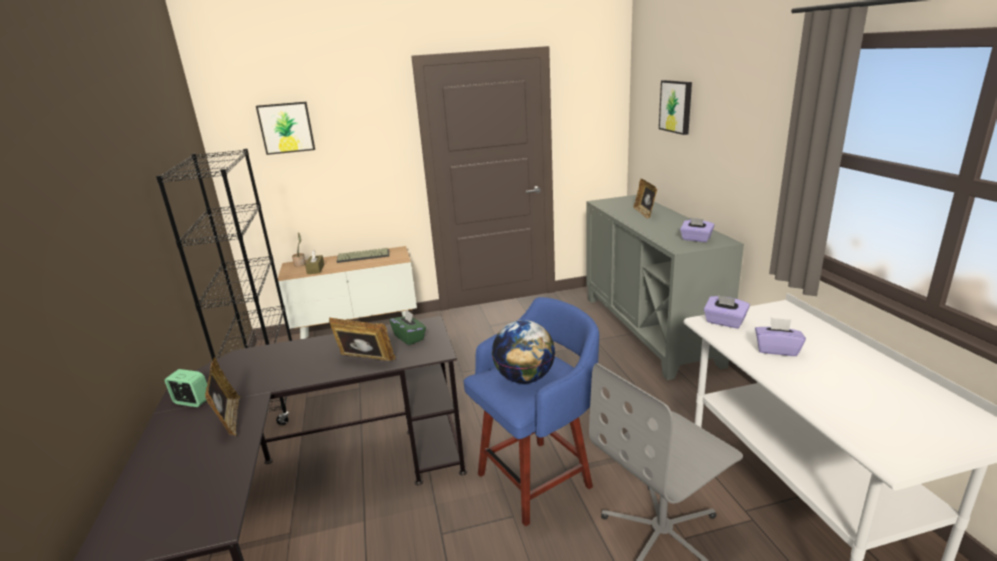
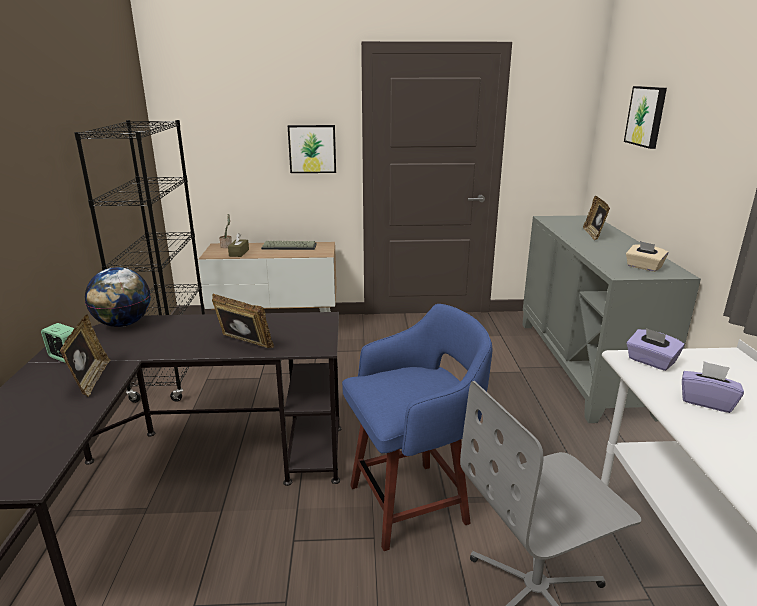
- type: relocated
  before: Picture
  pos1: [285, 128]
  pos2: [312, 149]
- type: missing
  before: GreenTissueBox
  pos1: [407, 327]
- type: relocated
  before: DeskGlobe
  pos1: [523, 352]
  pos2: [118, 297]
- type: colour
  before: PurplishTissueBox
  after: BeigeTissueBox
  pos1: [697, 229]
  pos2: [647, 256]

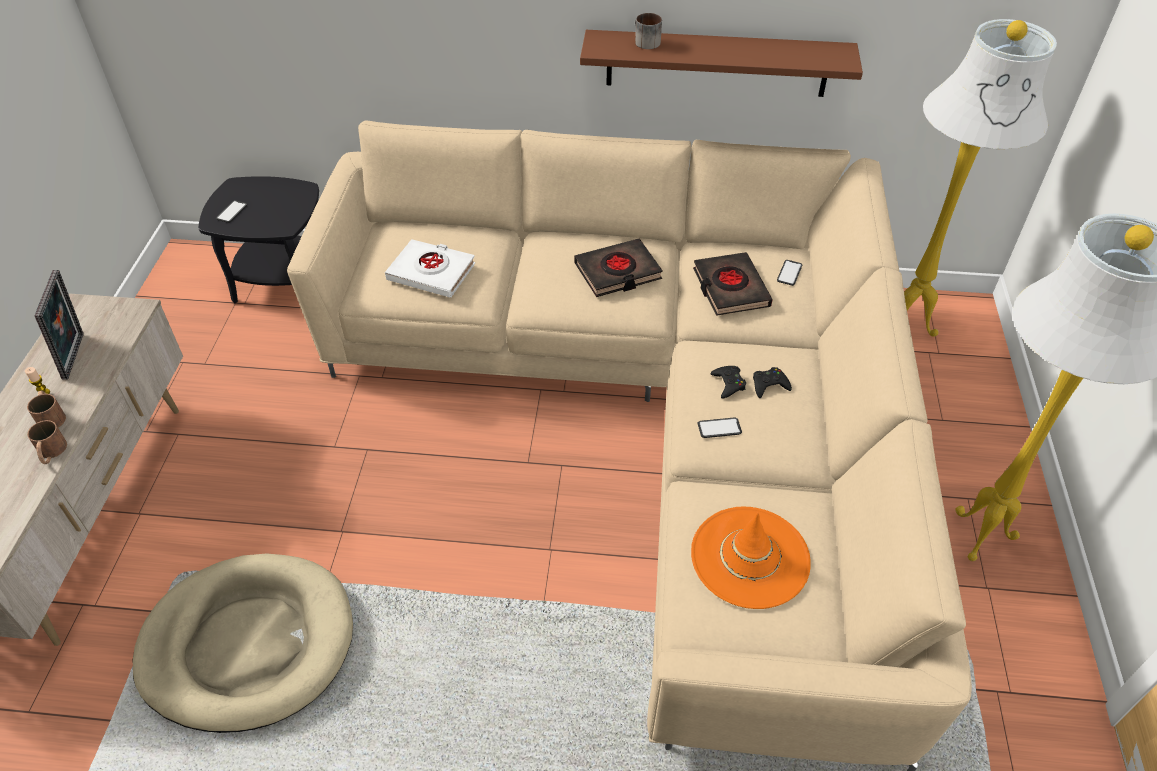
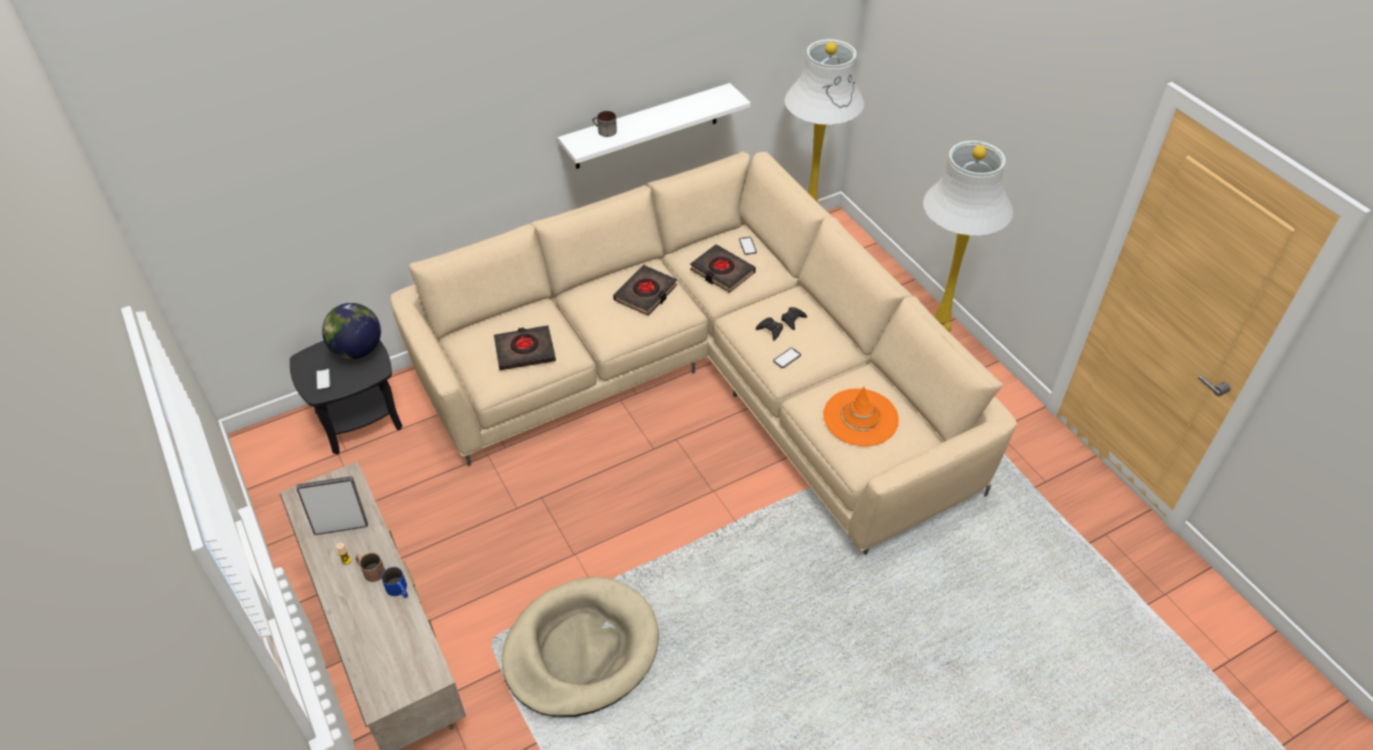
- type: colour
  before: BrownTeaMug
  after: BlueTeaMug
  pos1: [47, 442]
  pos2: [394, 582]
- type: spun
  before: PhotoFrame
  pos1: [59, 325]
  pos2: [332, 505]
  turn: -60
- type: colour
  before: WhitishVolume
  after: BlackishVolume
  pos1: [430, 268]
  pos2: [525, 347]
- type: colour
  before: BrownShelf
  after: WhitishShelf
  pos1: [721, 63]
  pos2: [654, 126]
- type: appeared
  after: DeskGlobe
  pos2: [351, 331]

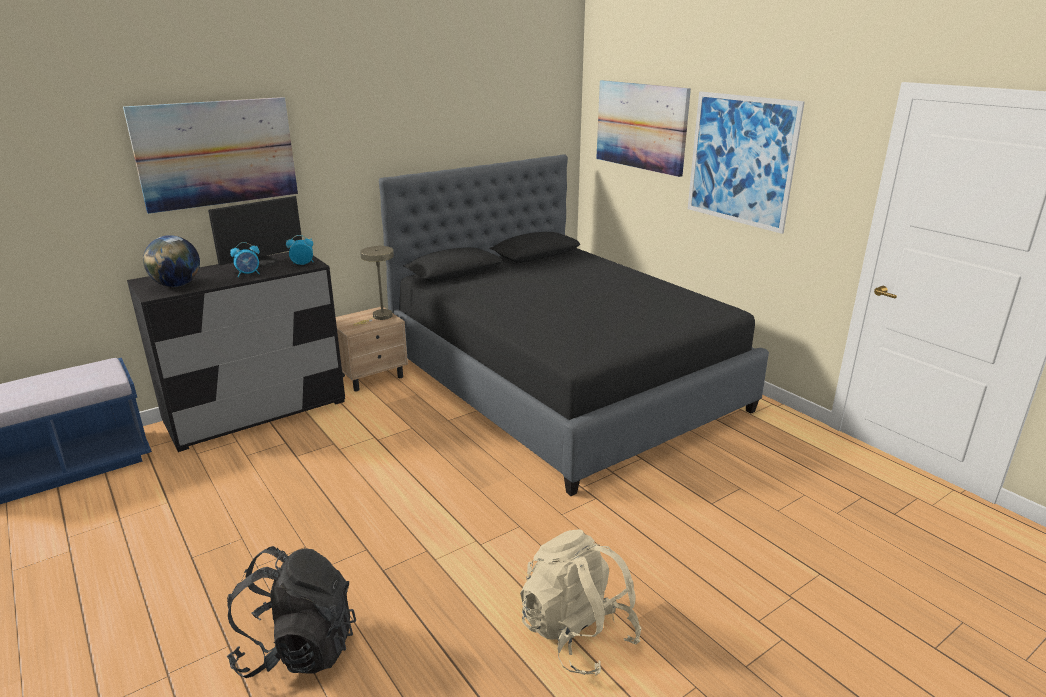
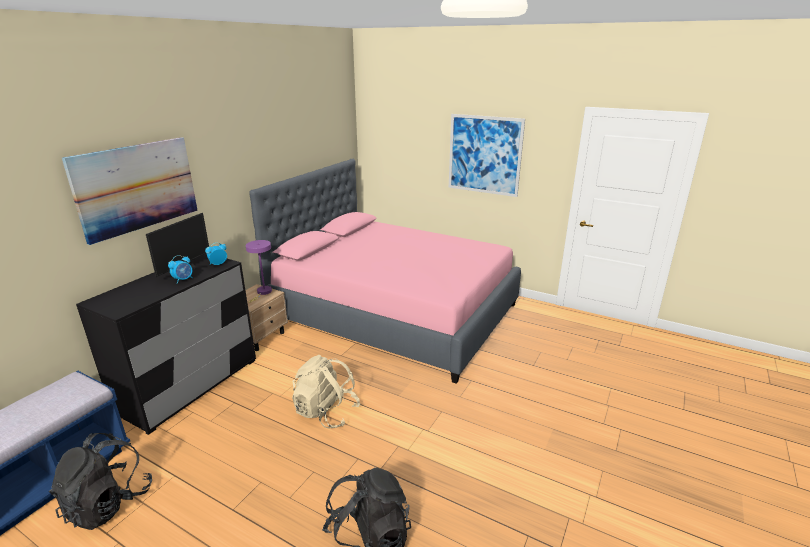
- type: missing
  before: DeskGlobe
  pos1: [171, 261]
- type: colour
  before: BeigeTableLamp
  after: PurplishTableLamp
  pos1: [373, 286]
  pos2: [259, 271]
- type: colour
  before: BlackishBed
  after: PinkishBed
  pos1: [574, 325]
  pos2: [385, 271]
- type: relocated
  before: BeigeKnapsack
  pos1: [580, 602]
  pos2: [326, 392]
- type: missing
  before: Picture
  pos1: [643, 128]
- type: appeared
  after: BlackishKnapsack
  pos2: [100, 481]

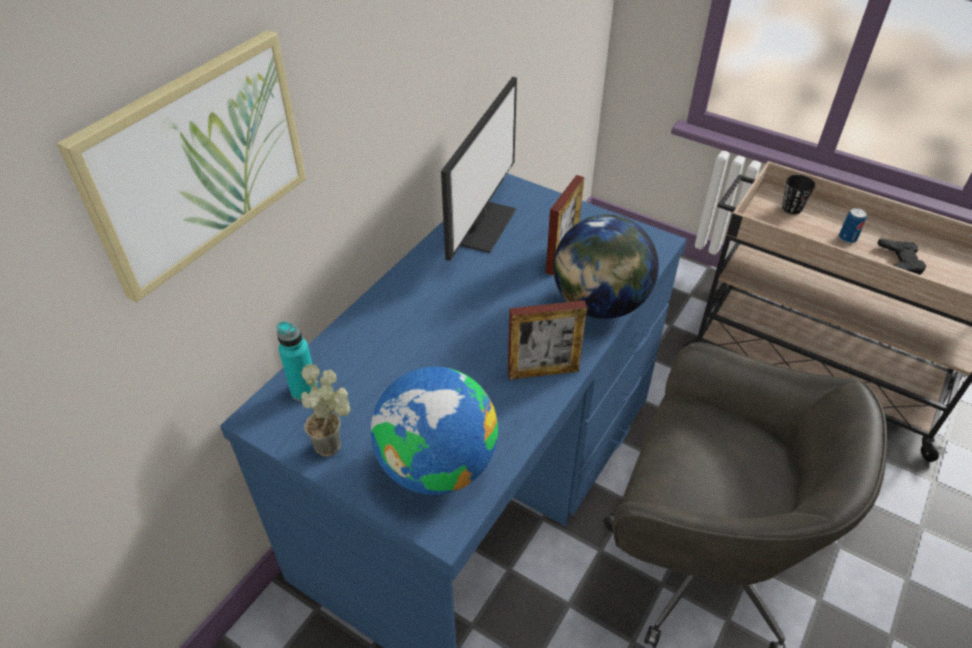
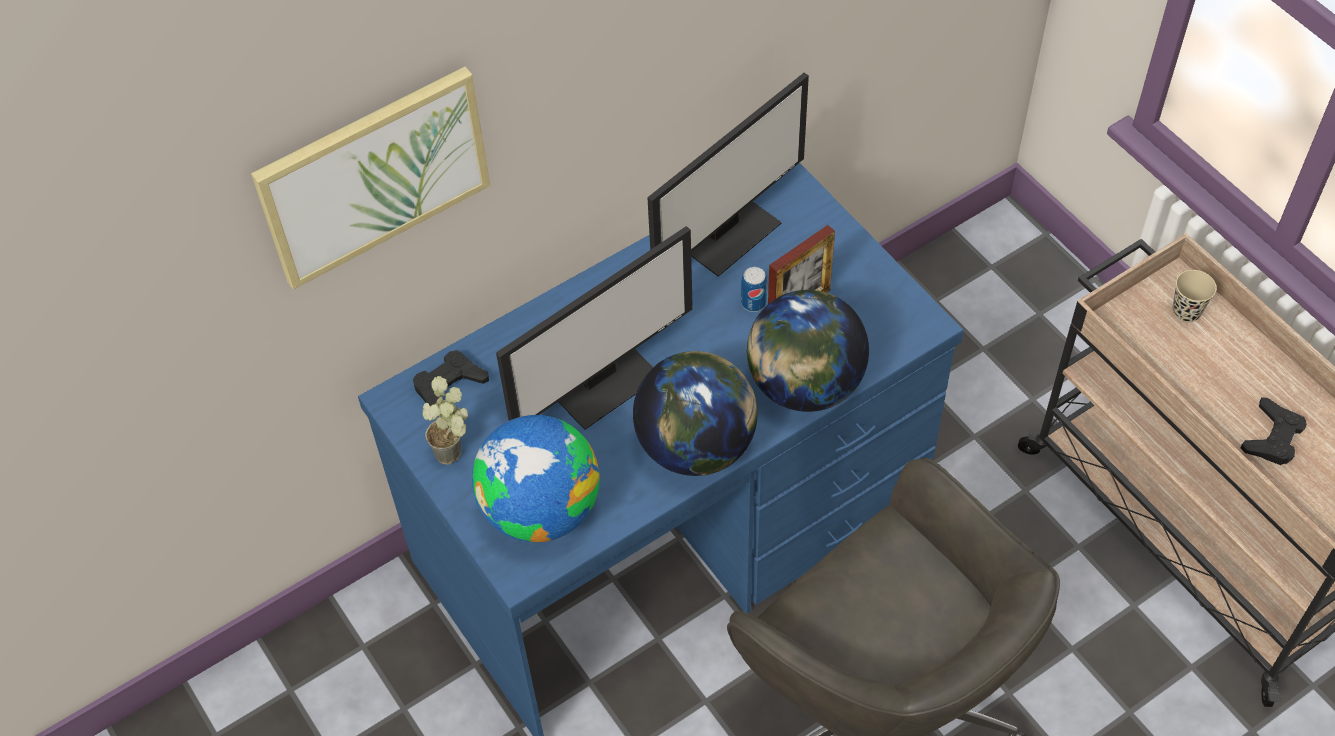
- type: exchanged
  before: TurquoiseDrinkBottle
  after: BlackishGamepad
  pos1: [297, 361]
  pos2: [451, 378]
- type: exchanged
  before: PhotoFrame
  after: DeskGlobe
  pos1: [547, 340]
  pos2: [695, 413]
- type: colour
  before: BlackishDrinkingCup
  after: BeigeDrinkingCup
  pos1: [799, 194]
  pos2: [1194, 296]
- type: relocated
  before: MetalCan
  pos1: [853, 225]
  pos2: [754, 289]
- type: appeared
  after: ComputerDisplay
  pos2: [594, 328]

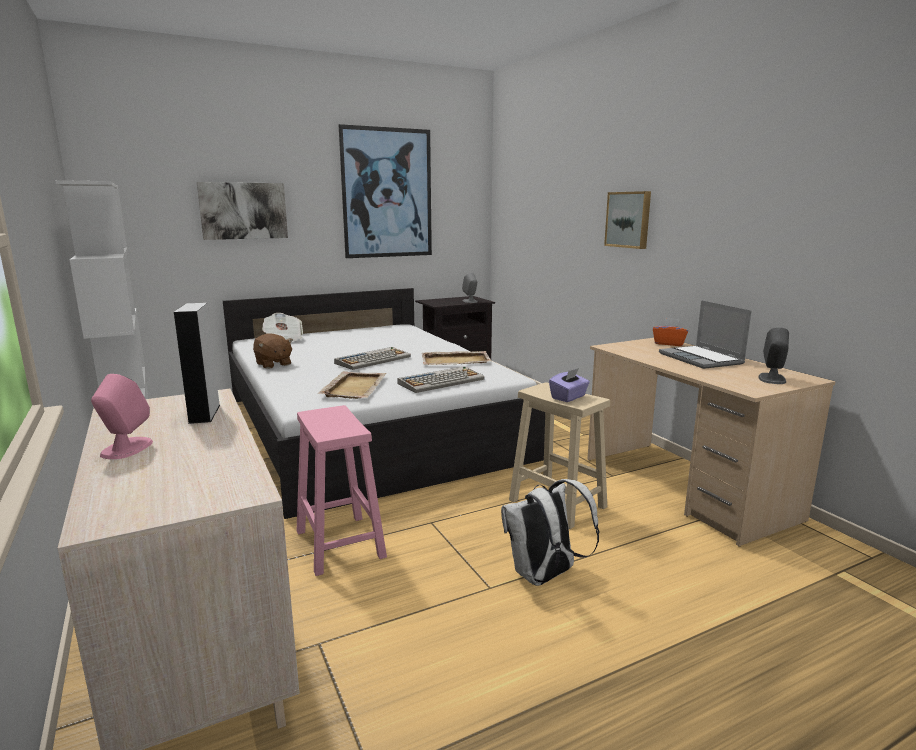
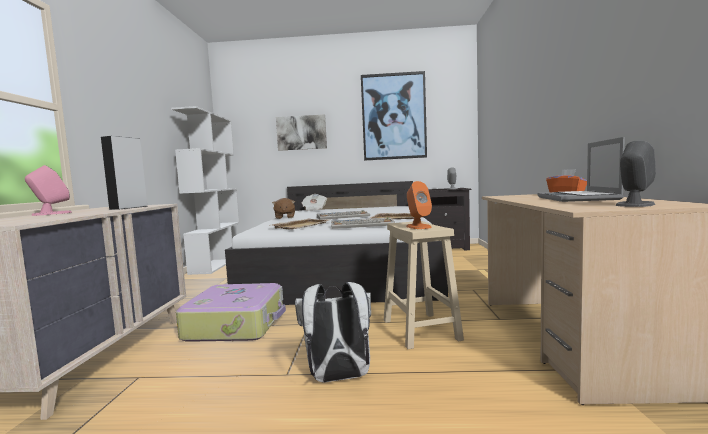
- type: exchanged
  before: PinkishStoolSeat
  after: TravelCase
  pos1: [342, 490]
  pos2: [231, 312]
- type: exchanged
  before: PurplishTissueBox
  after: OrangeColouredLoudspeaker
  pos1: [569, 385]
  pos2: [419, 205]
- type: missing
  before: Picture
  pos1: [627, 220]

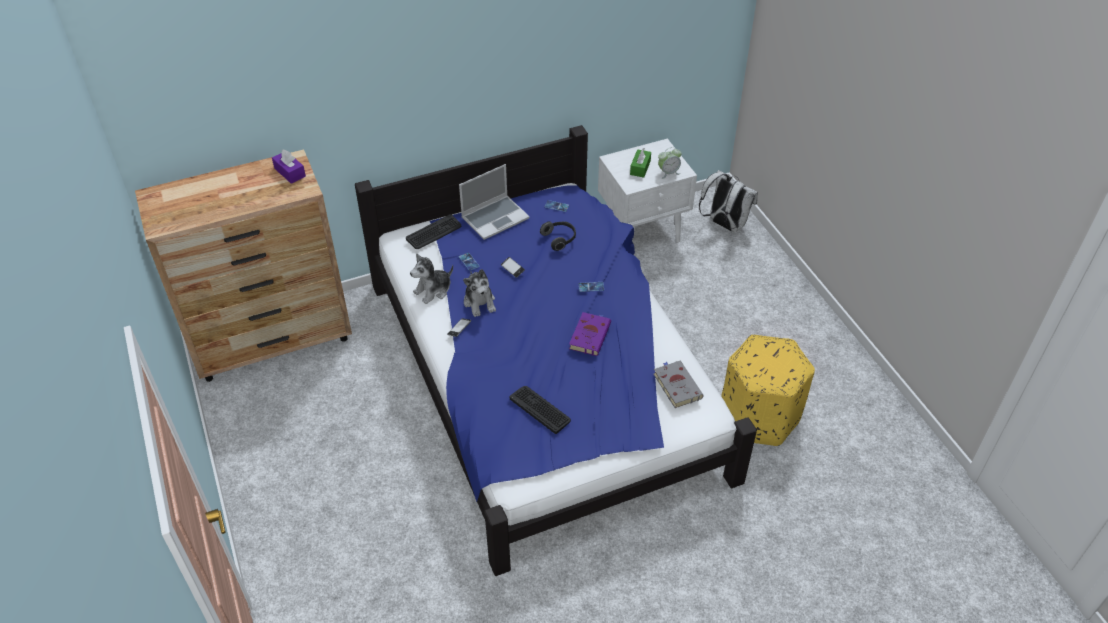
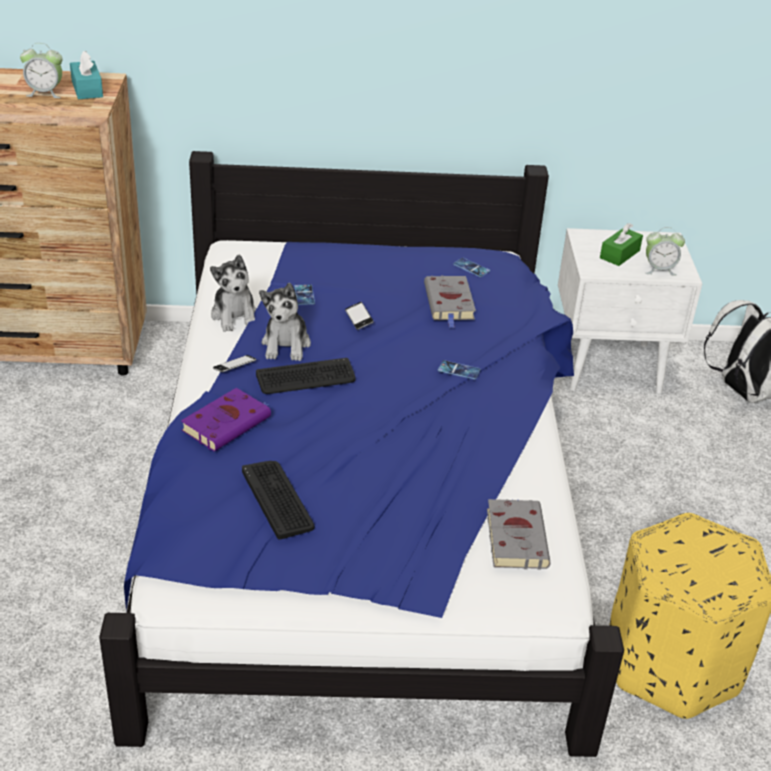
- type: colour
  before: PurplishTissueBox
  after: TurquoiseTissueBox
  pos1: [289, 166]
  pos2: [86, 75]
- type: relocated
  before: Keyboard
  pos1: [433, 231]
  pos2: [306, 376]
- type: spun
  before: PlushToy
  pos1: [431, 278]
  pos2: [233, 293]
  turn: -90
- type: missing
  before: Laptop
  pos1: [494, 202]
- type: exchanged
  before: PairOfHeadphones
  after: GrayVolume
  pos1: [558, 236]
  pos2: [450, 302]
- type: relocated
  before: PurplishVolume
  pos1: [590, 334]
  pos2: [226, 420]
- type: appeared
  after: AlarmClock
  pos2: [41, 70]

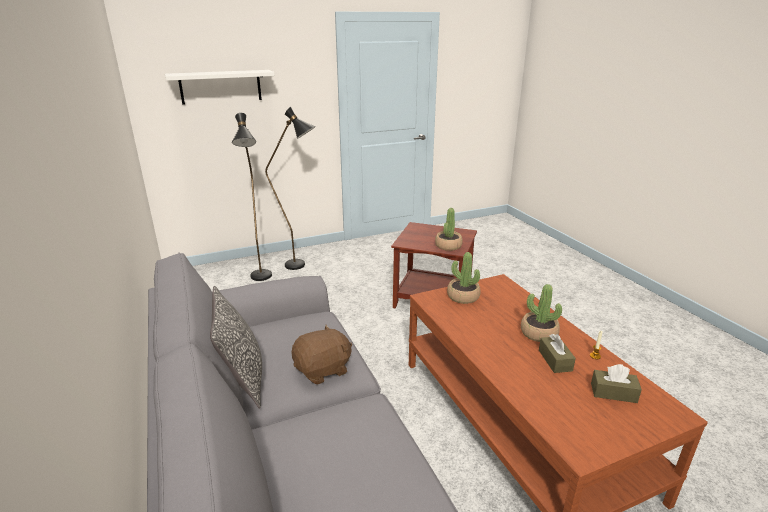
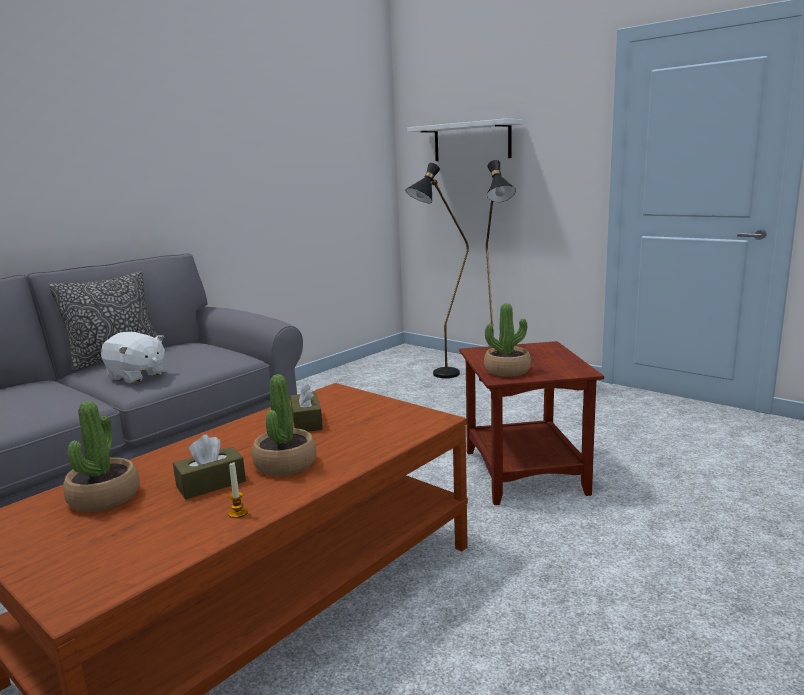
- type: colour
  before: BrownPlushToy
  after: WhitishPlushToy
  pos1: [322, 355]
  pos2: [133, 357]
- type: relocated
  before: PlantInAPot
  pos1: [464, 278]
  pos2: [101, 456]
- type: relocated
  before: BrownTissueBox
  pos1: [616, 383]
  pos2: [306, 406]

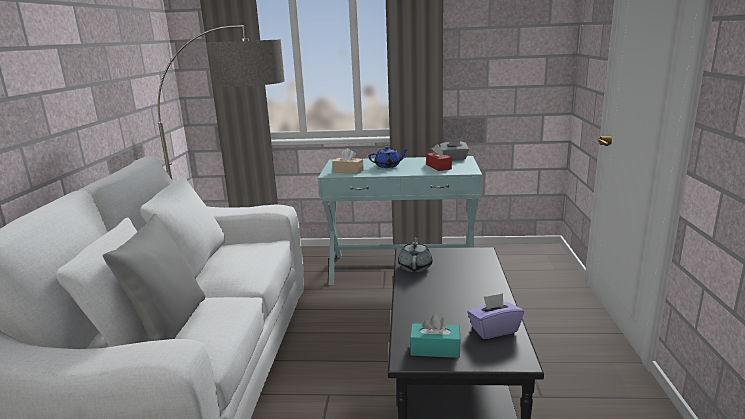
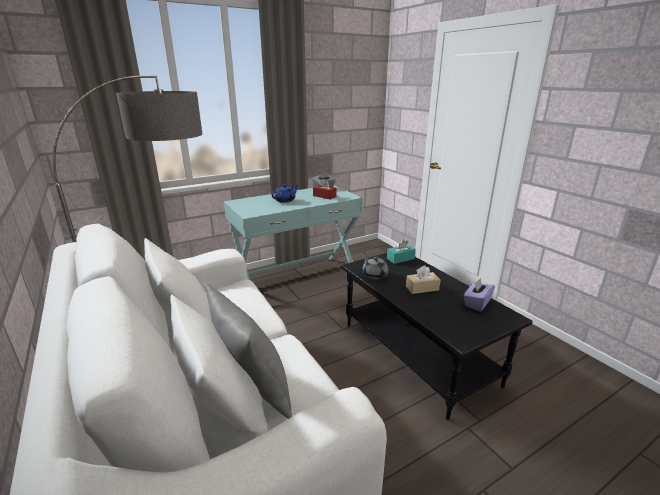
- type: relocated
  before: BeigeTissueBox
  pos1: [348, 161]
  pos2: [423, 280]
- type: relocated
  before: TurquoiseTissueBox
  pos1: [435, 336]
  pos2: [401, 251]

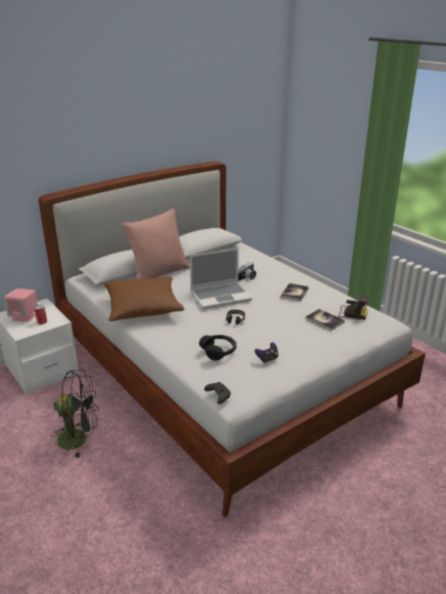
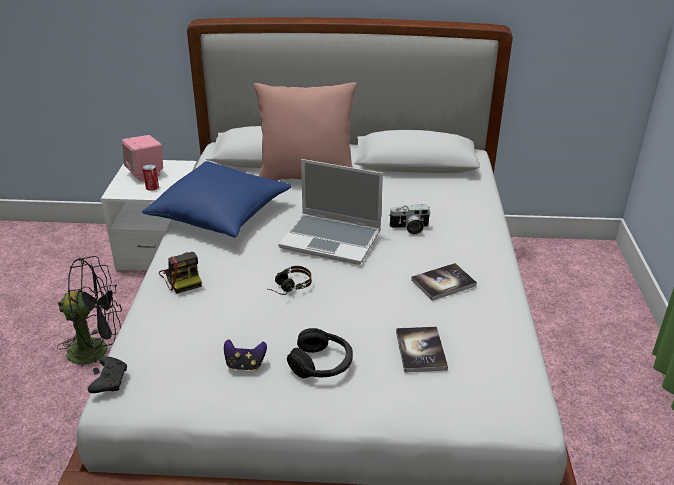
- type: spun
  before: BlackishFan
  pos1: [74, 413]
  pos2: [89, 315]
  turn: -45
- type: colour
  before: BrownThrowPillow
  after: BlueThrowPillow
  pos1: [144, 299]
  pos2: [217, 199]
- type: relocated
  before: BlackishPairOfHeadphones
  pos1: [218, 347]
  pos2: [320, 353]
- type: relocated
  before: PhotoCamera
  pos1: [353, 307]
  pos2: [180, 273]

